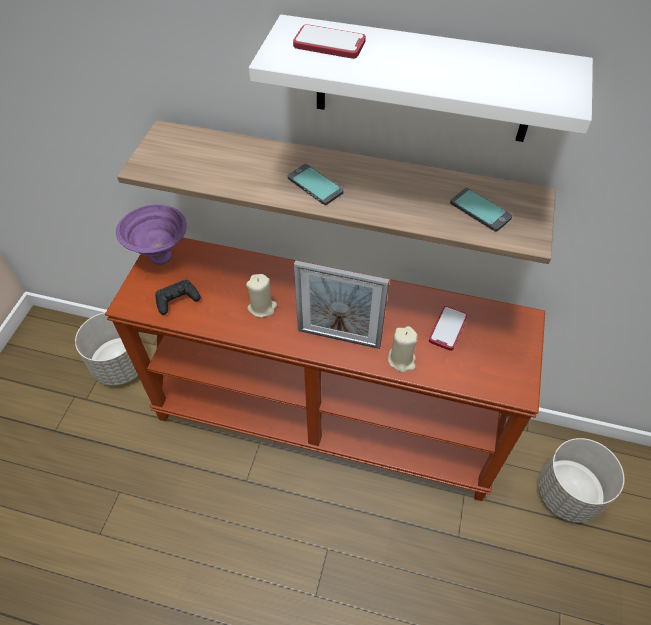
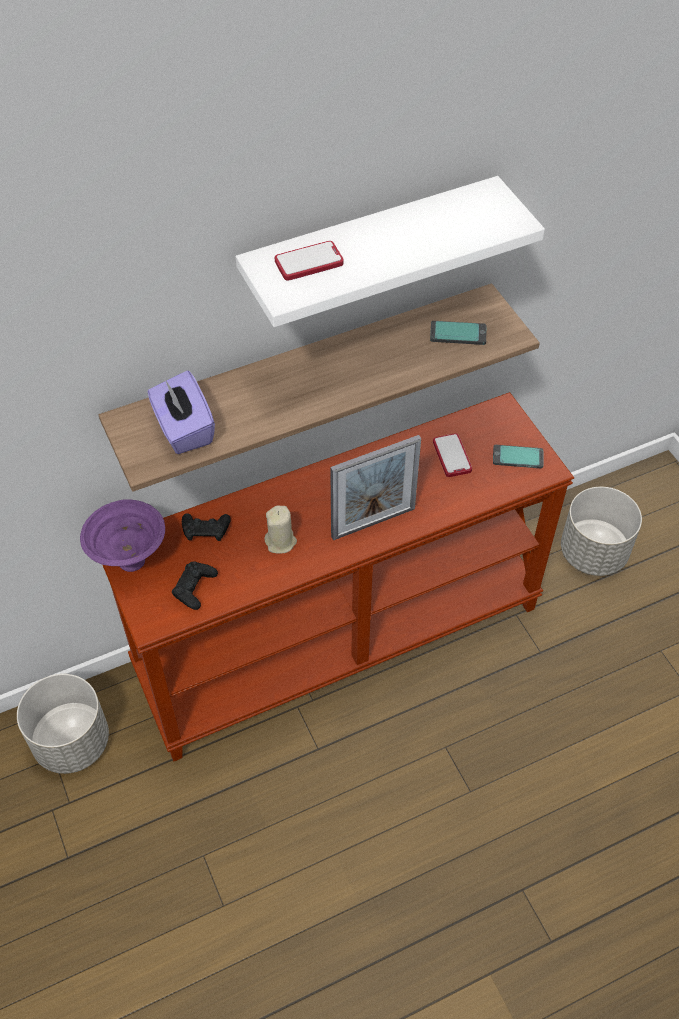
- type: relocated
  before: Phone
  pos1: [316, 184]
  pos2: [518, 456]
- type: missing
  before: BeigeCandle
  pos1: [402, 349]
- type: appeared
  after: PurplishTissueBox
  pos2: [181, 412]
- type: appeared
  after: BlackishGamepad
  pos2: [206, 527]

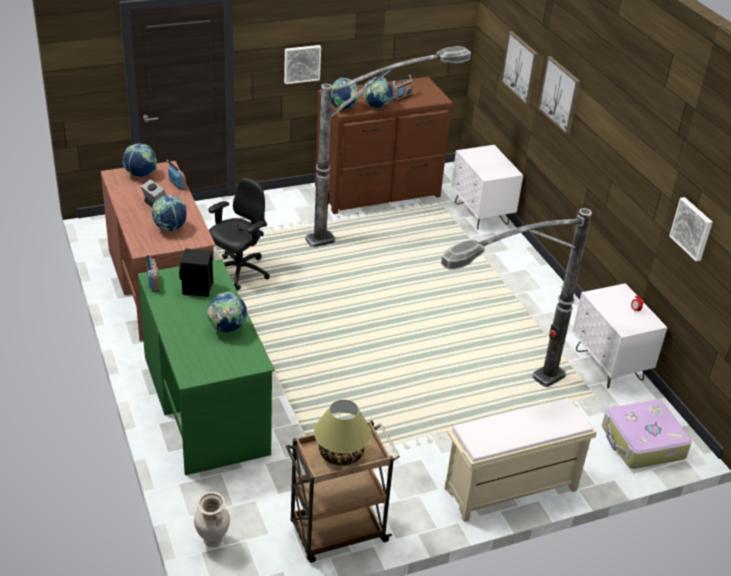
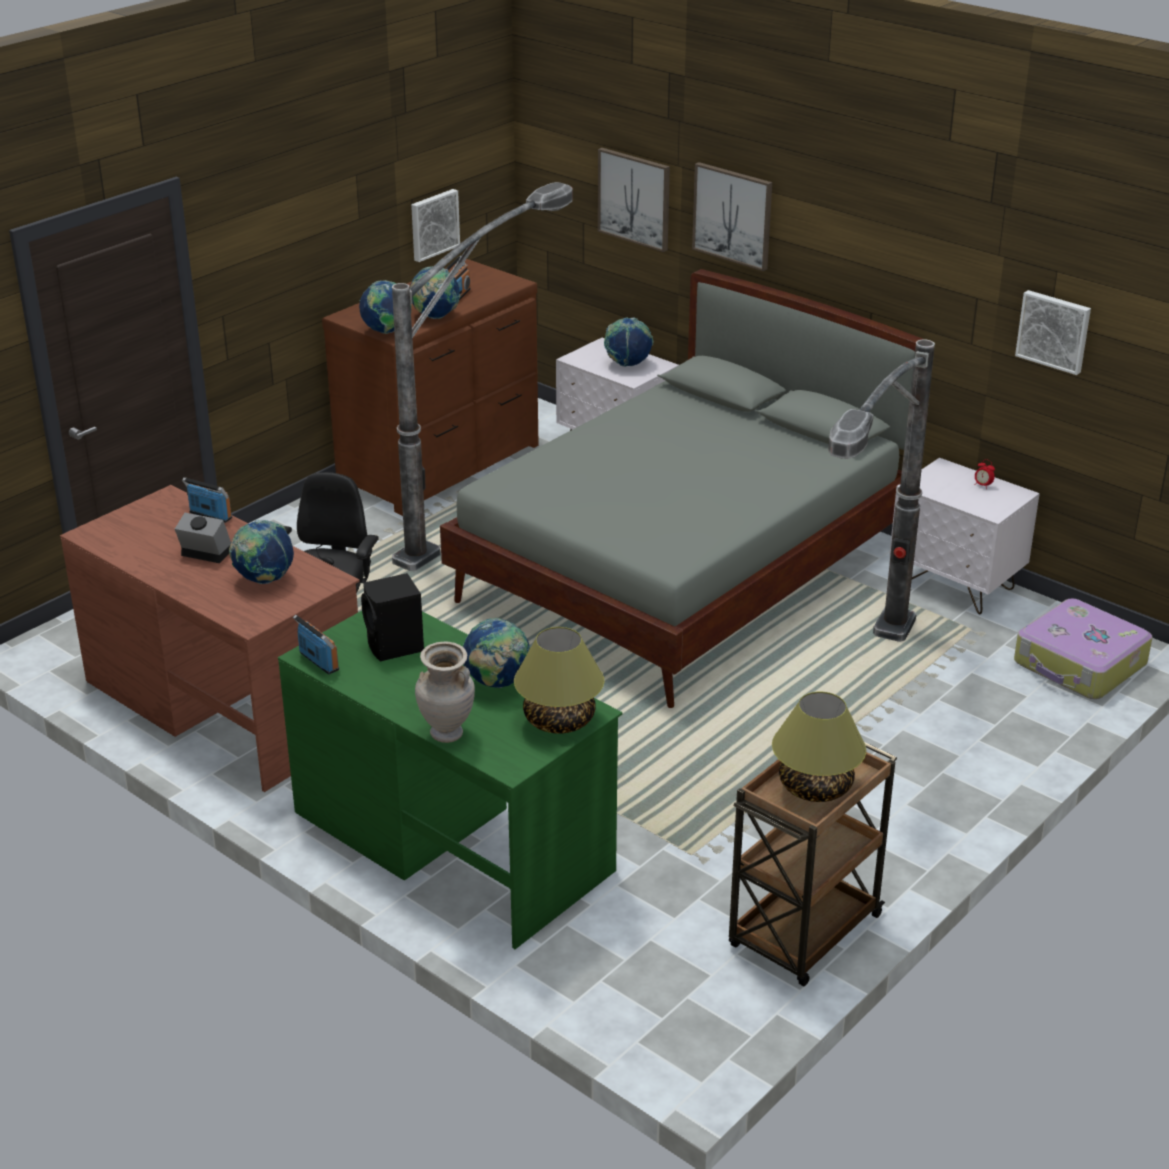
- type: relocated
  before: DeskGlobe
  pos1: [140, 160]
  pos2: [629, 342]
- type: relocated
  before: BeigeDecorativeVase
  pos1: [212, 519]
  pos2: [445, 692]
- type: relocated
  before: Picture
  pos1: [302, 64]
  pos2: [435, 225]
- type: missing
  before: BeigeBench
  pos1: [520, 460]
- type: appeared
  after: GrayBed
  pos2: [682, 488]
- type: appeared
  after: TableLamp
  pos2: [559, 680]

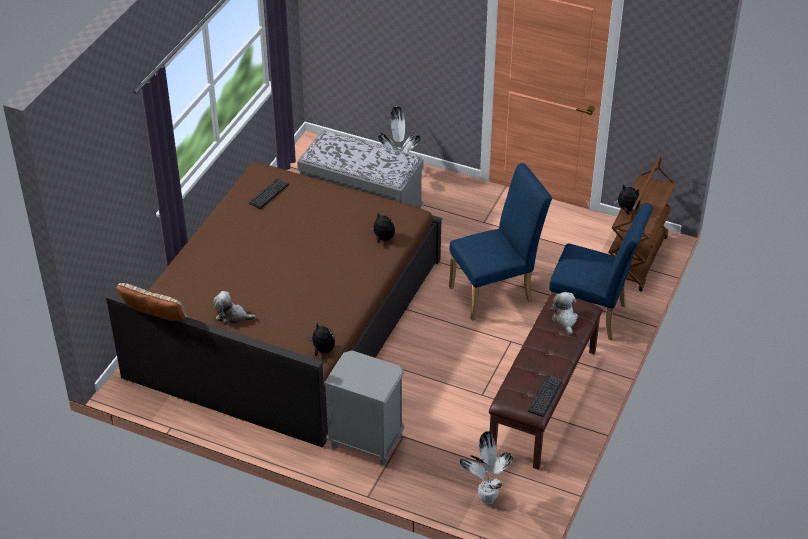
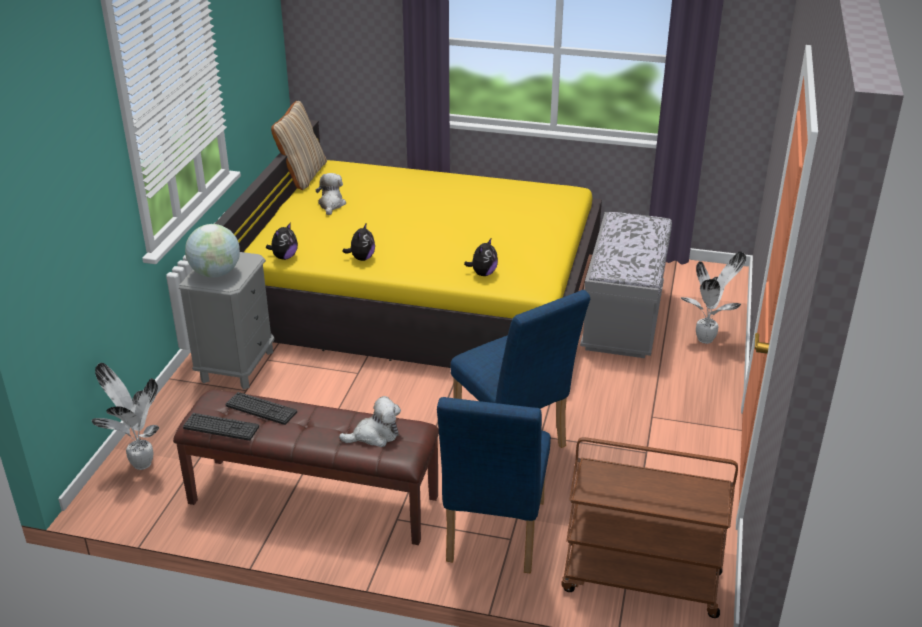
- type: colour
  before: BrownBed
  after: YellowishBed
  pos1: [274, 305]
  pos2: [408, 244]
- type: relocated
  before: Keyboard
  pos1: [269, 193]
  pos2: [261, 408]
- type: relocated
  before: PlushToy
  pos1: [627, 199]
  pos2: [358, 241]
- type: appeared
  after: DeskGlobe
  pos2: [212, 251]

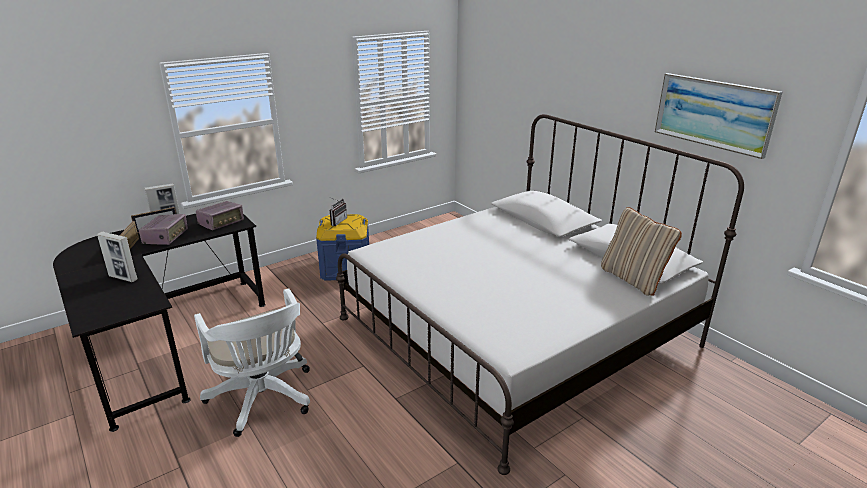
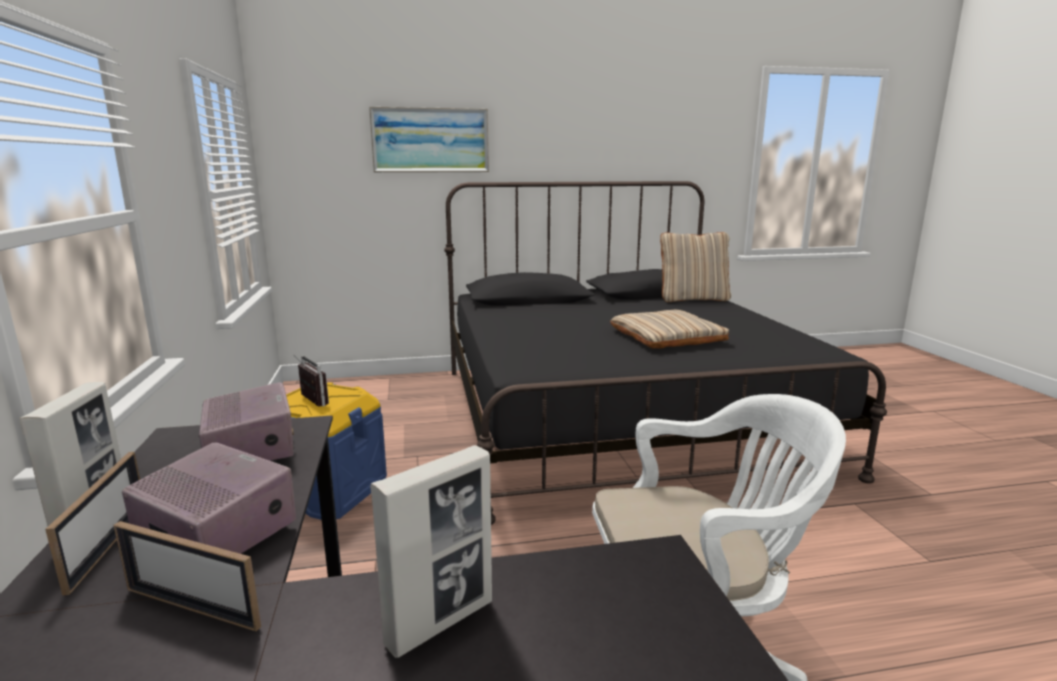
- type: colour
  before: WhitishBed
  after: BlackishBed
  pos1: [540, 294]
  pos2: [665, 353]
- type: relocated
  before: Picture
  pos1: [718, 116]
  pos2: [429, 139]
- type: appeared
  after: BeigeThrowPillow
  pos2: [669, 329]

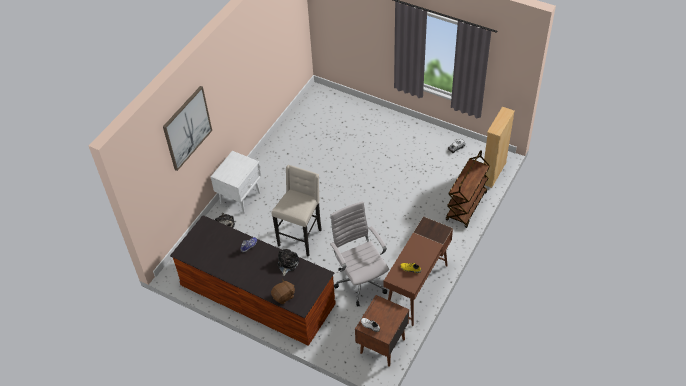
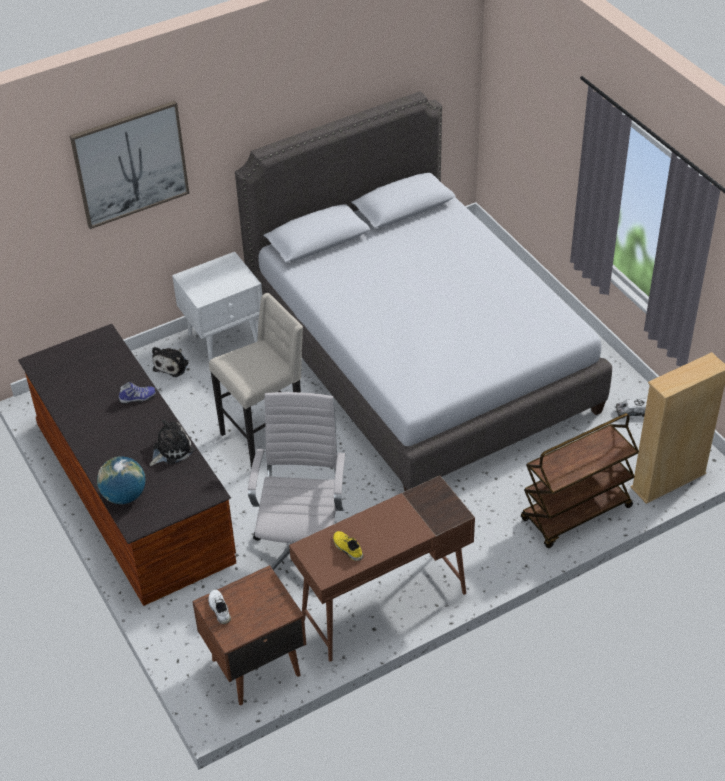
- type: exchanged
  before: BrownPlushToy
  after: DeskGlobe
  pos1: [283, 291]
  pos2: [121, 480]
- type: appeared
  after: GrayBed
  pos2: [423, 291]

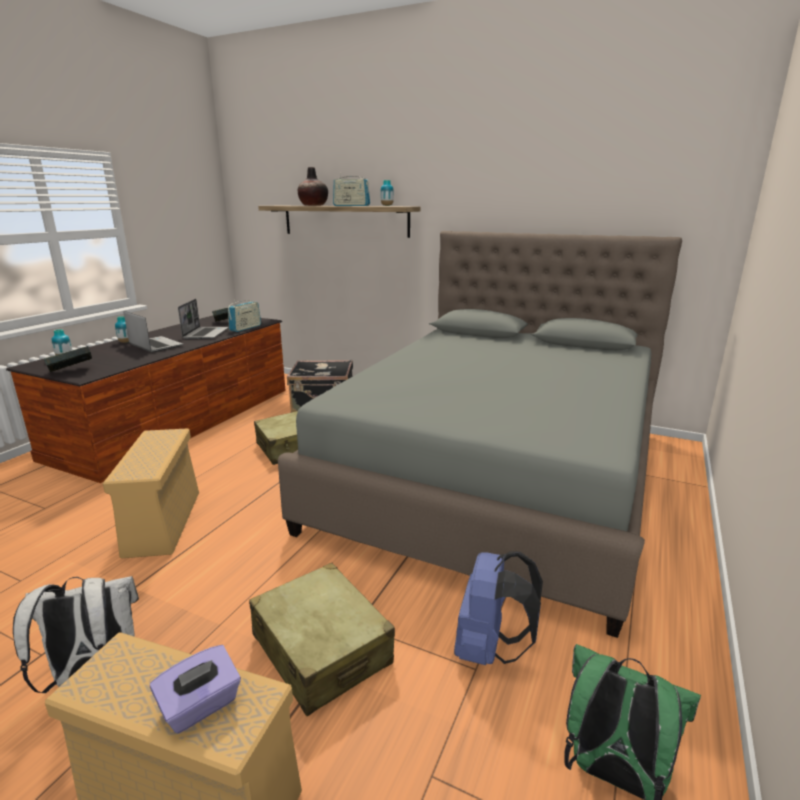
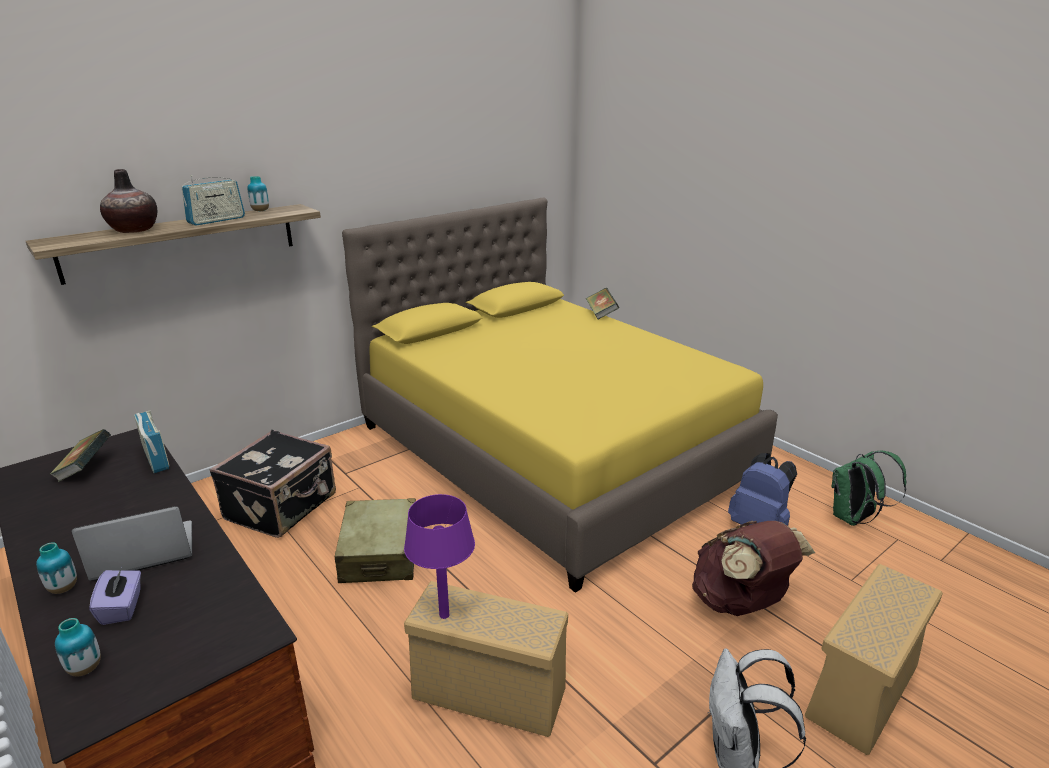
- type: relocated
  before: Volume
  pos1: [68, 359]
  pos2: [602, 304]
- type: relocated
  before: PurplishTissueBox
  pos1: [195, 689]
  pos2: [115, 596]
- type: missing
  before: Laptop
  pos1: [203, 319]
- type: exchanged
  before: BeigeTravelCase
  after: BrownKnapsack
  pos1: [322, 639]
  pos2: [753, 568]
- type: colour
  before: GrayBed
  after: YellowishBed
  pos1: [480, 434]
  pos2: [560, 395]
- type: appeared
  after: PurplishTableLamp
  pos2: [439, 556]

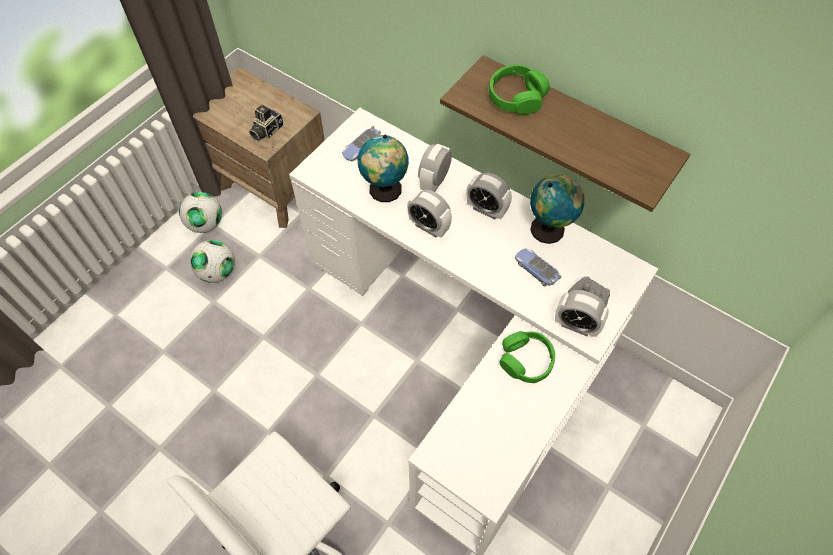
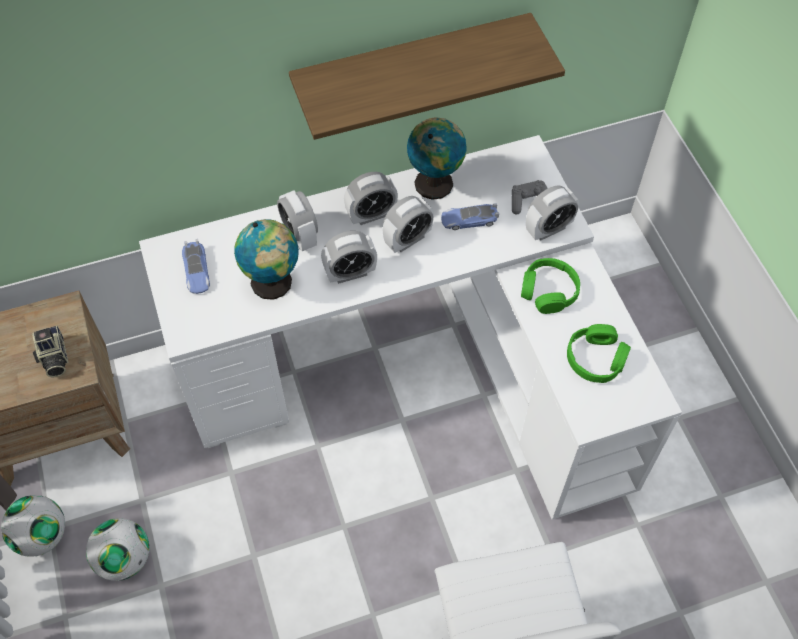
- type: relocated
  before: GreenPairOfHeadphones
  pos1: [519, 89]
  pos2: [599, 353]
- type: appeared
  after: AlarmClock
  pos2: [408, 224]

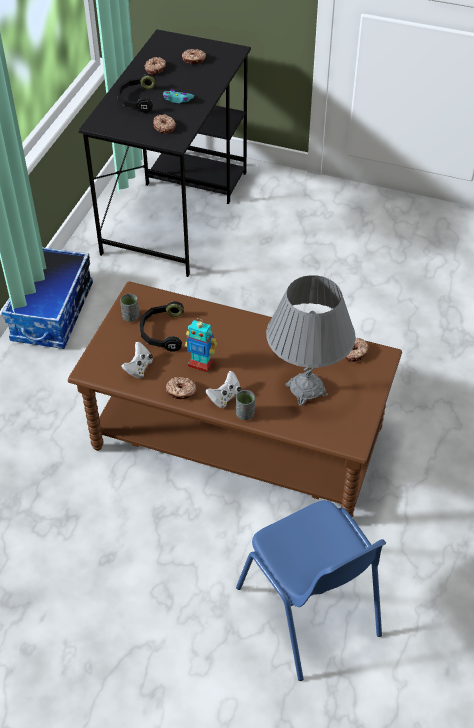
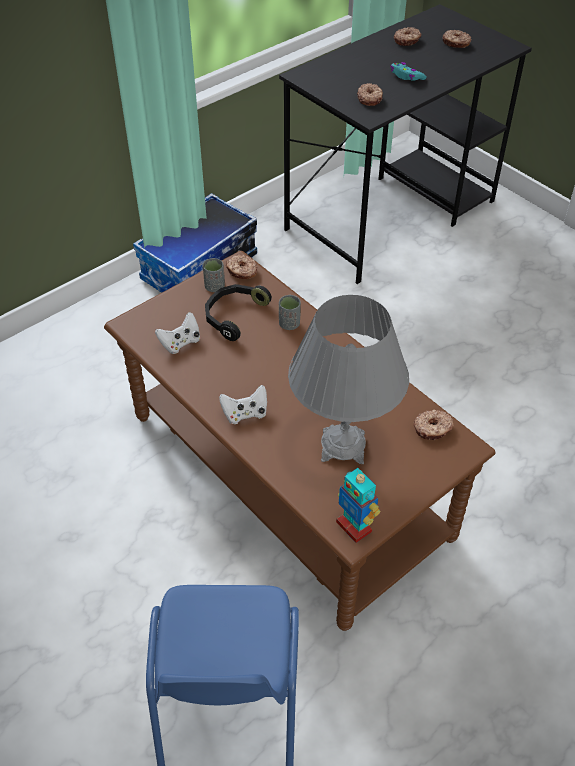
- type: missing
  before: BlackishPairOfHeadphones
  pos1: [136, 93]
- type: relocated
  before: RingDoughnut
  pos1: [181, 388]
  pos2: [241, 267]
- type: relocated
  before: ModelRobot
  pos1: [201, 345]
  pos2: [358, 505]
- type: relocated
  before: GrayDrinkingCup
  pos1: [245, 405]
  pos2: [290, 312]

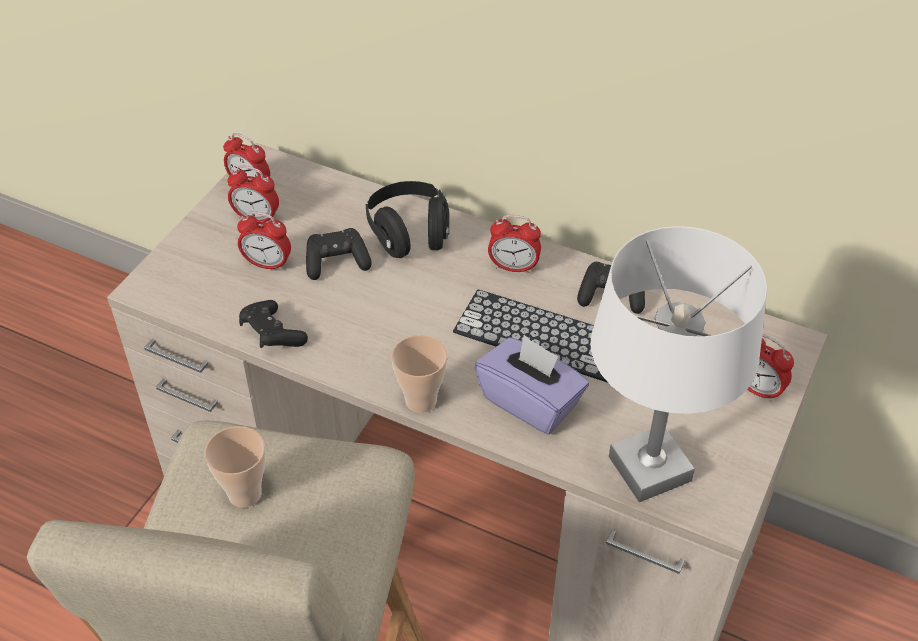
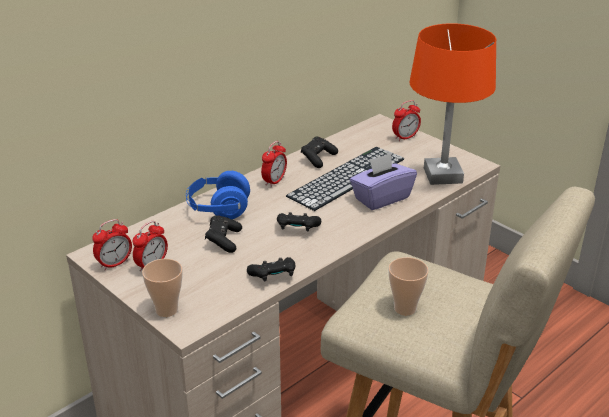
- type: missing
  before: AlarmClock
  pos1: [264, 241]
- type: colour
  before: BlackishPairOfHeadphones
  after: BluePairOfHeadphones
  pos1: [407, 219]
  pos2: [218, 195]
- type: relocated
  before: DrinkingCup
  pos1: [419, 374]
  pos2: [162, 288]
- type: colour
  before: WhitishTableLamp
  after: OrangeColouredTableLamp
  pos1: [679, 364]
  pos2: [452, 104]
- type: appeared
  after: BlackishGamepad
  pos2: [299, 222]

